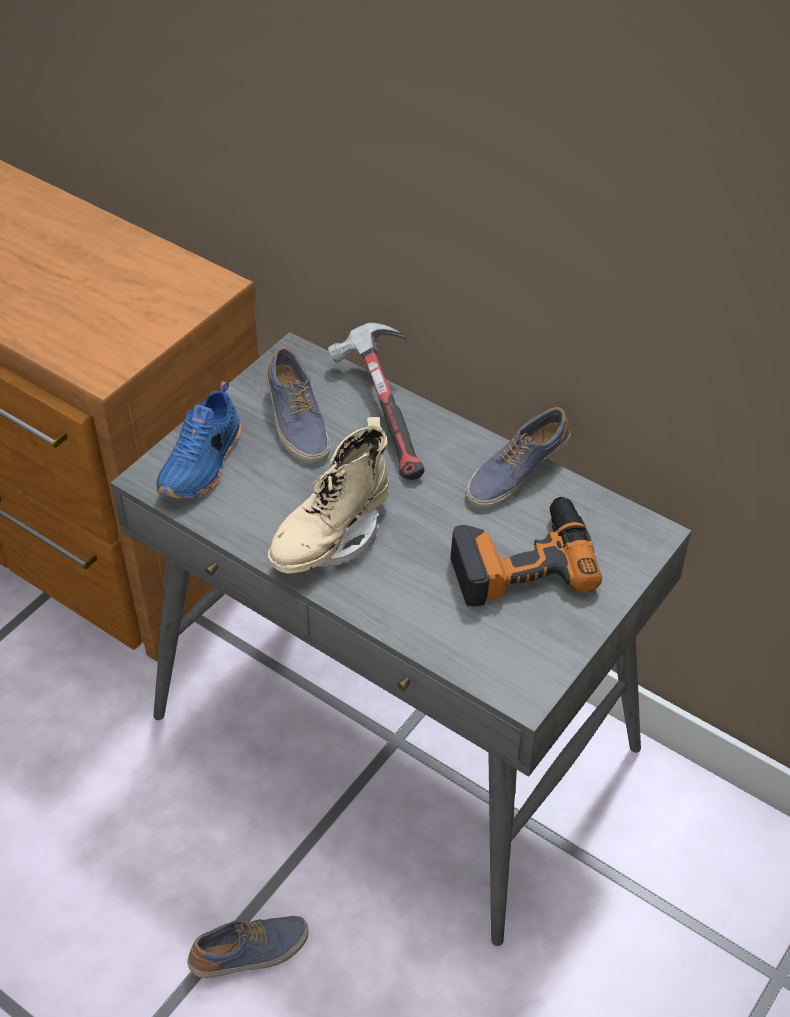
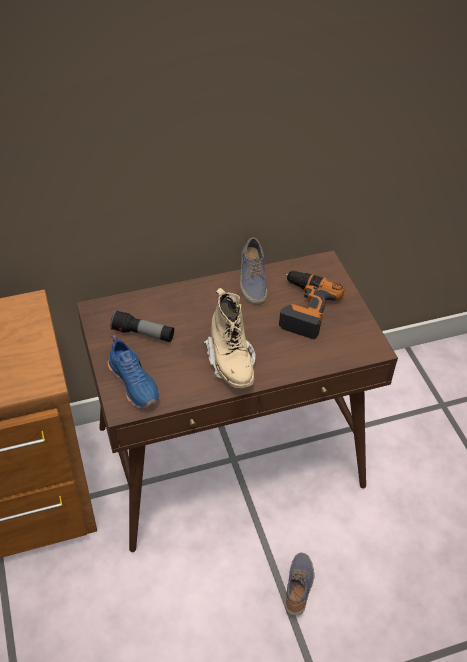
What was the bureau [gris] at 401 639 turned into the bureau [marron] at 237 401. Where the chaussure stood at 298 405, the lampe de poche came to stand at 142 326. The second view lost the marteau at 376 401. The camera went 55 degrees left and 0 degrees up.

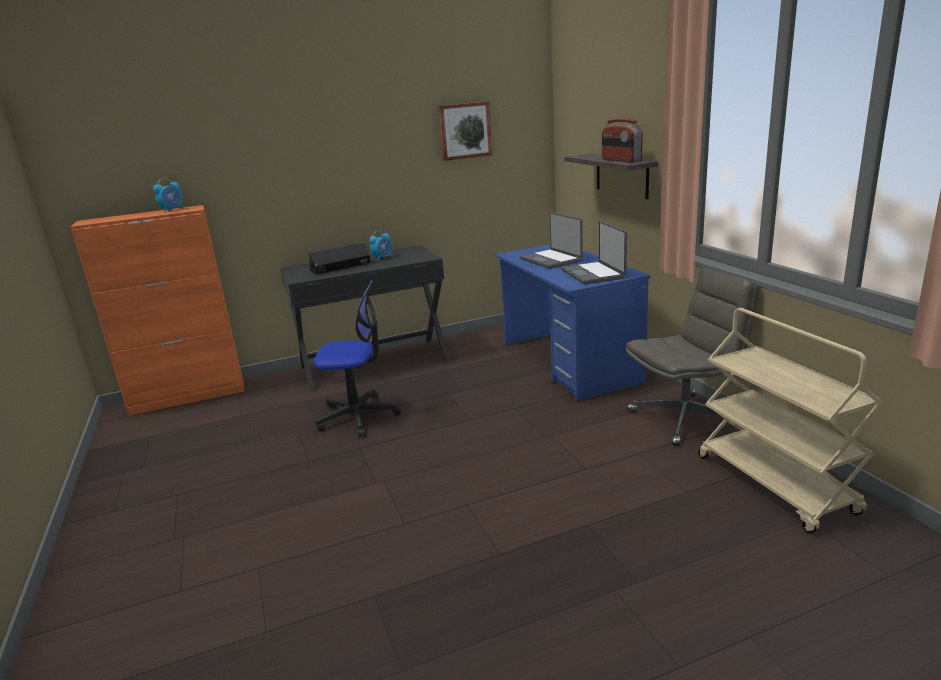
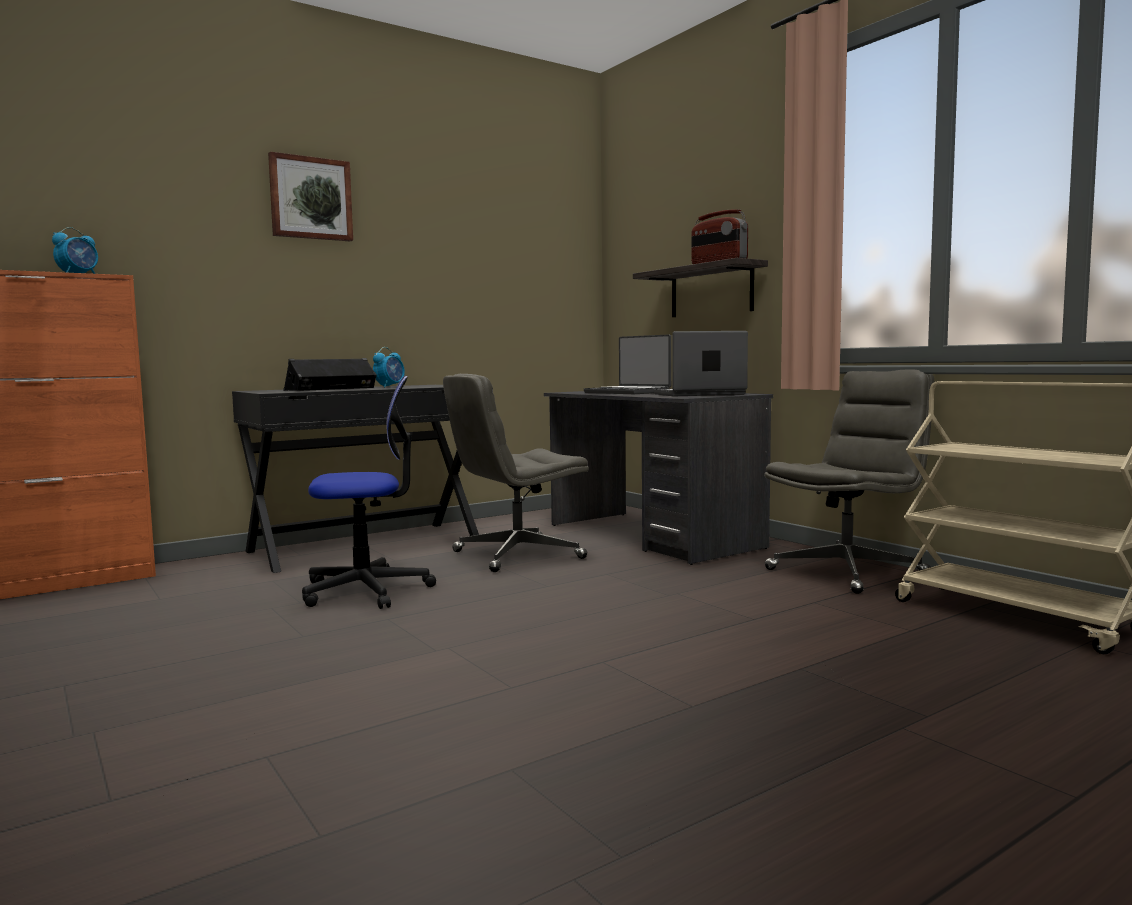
The tableau ended up elsewhere, having gone from 465 131 to 310 196. What was the bureau [bleu] at 573 323 turned into the bureau [gris] at 658 478. The ordinateur portable at 594 253 ended up facing another way, 105 degrees clockwise from before. The second view gained the chaise de bureau [gris] at 516 473. The camera went 15 degrees left and 15 degrees down.

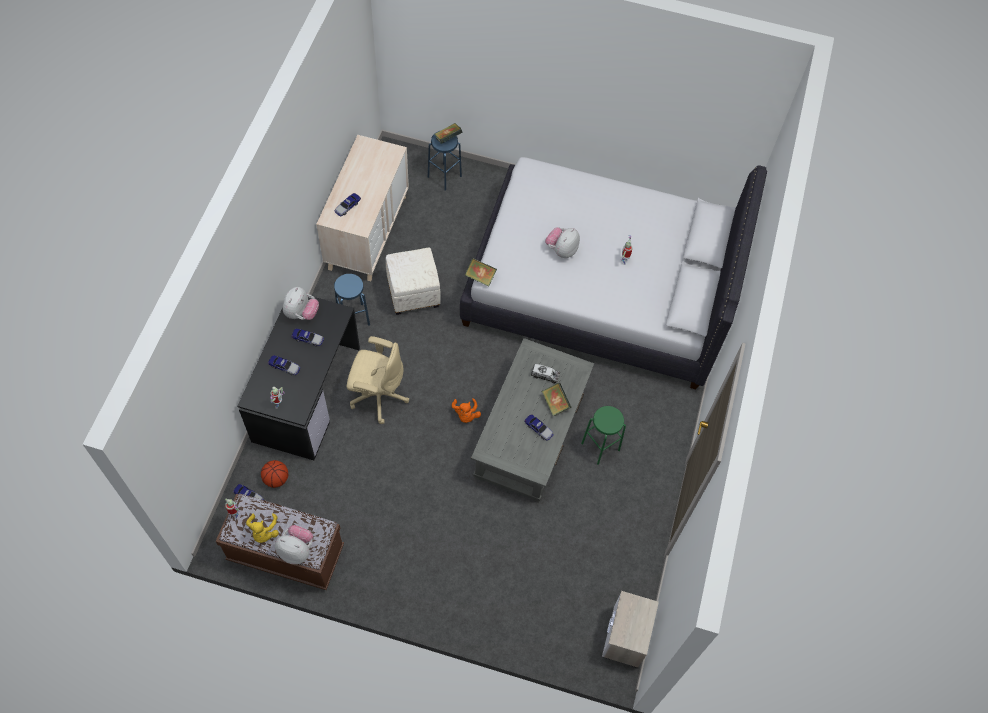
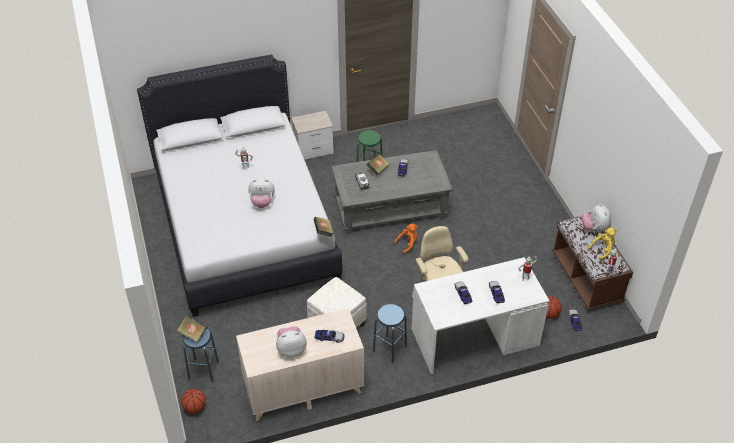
What was the bureau [noir] at 299 378 turned into the bureau [blanc] at 480 315. The peluche ended up elsewhere, having gone from 301 303 to 291 342. The table de chevet ended up elsewhere, having gone from 630 629 to 312 135. The second view gained the ballon de basket at 193 401. The camera went 120 degrees left and 15 degrees down.

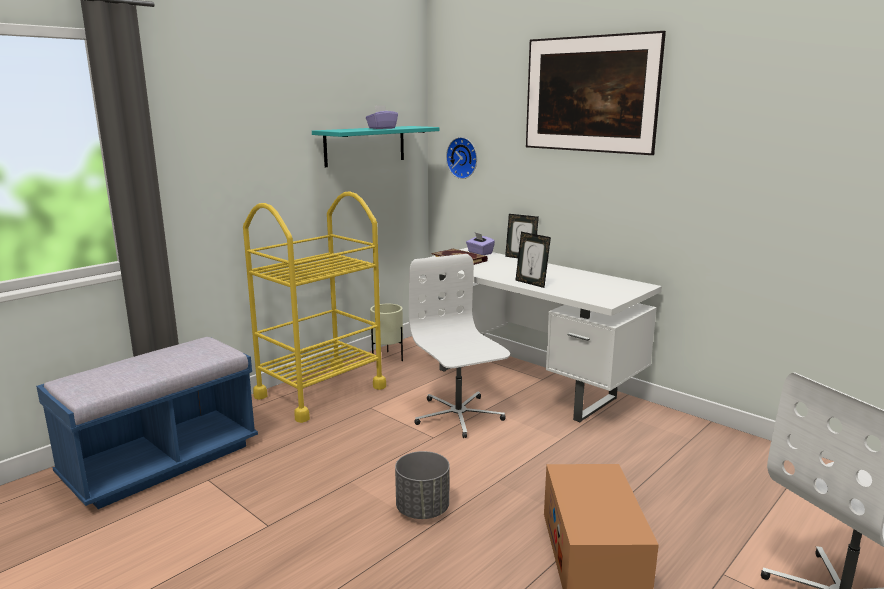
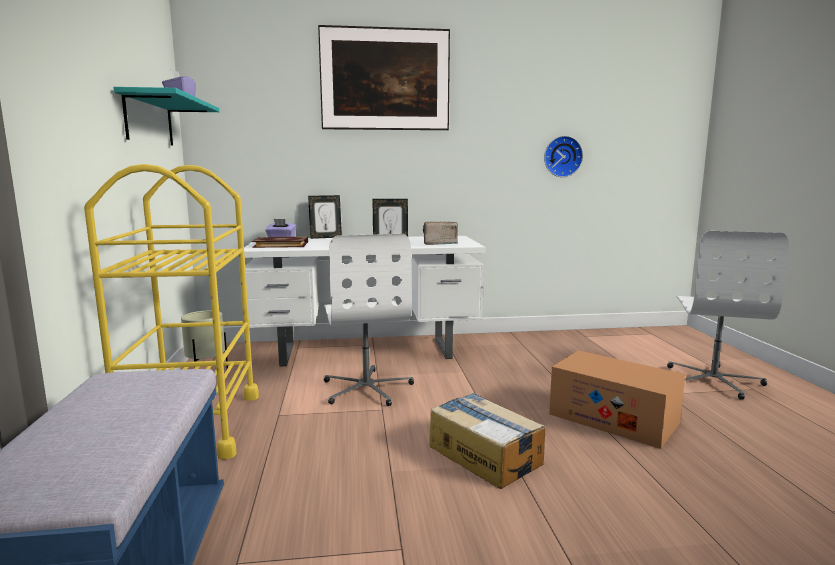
Where the cache-pot [gris] stood at 422 485, the carton came to stand at 487 441. The chaise de bureau [blanc] at 459 346 ended up facing another way, 120 degrees counterclockwise from before. The horloge murale ended up elsewhere, having gone from 461 158 to 563 156. The second view gained the radio at 440 233. The camera went 50 degrees left and 5 degrees down.

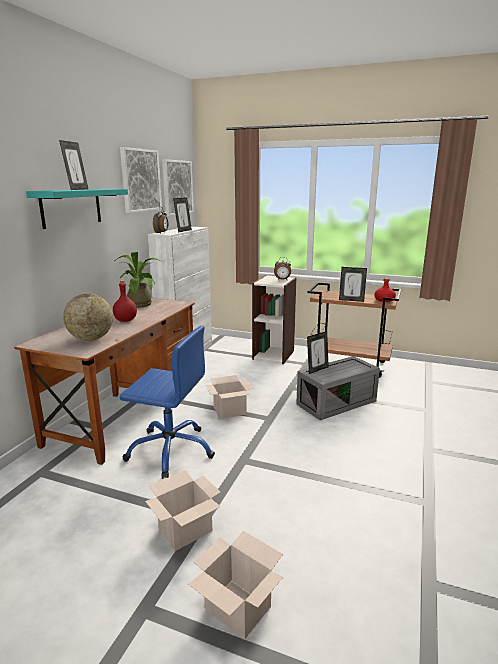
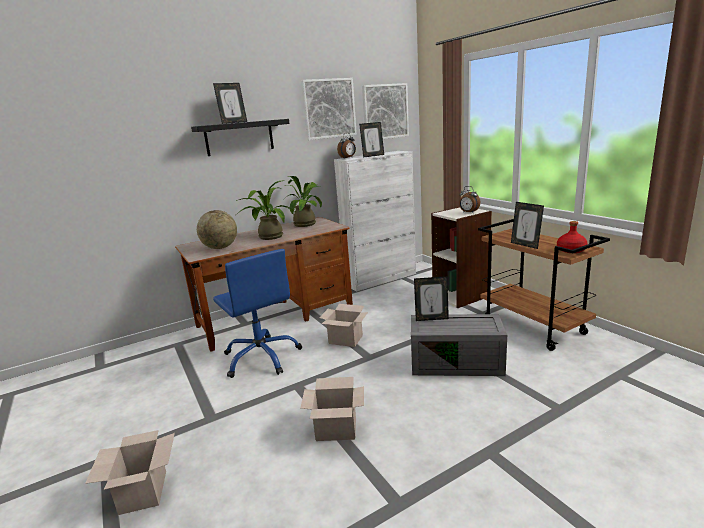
What was the étagère [turquoise] at 77 209 turned into the étagère [noir] at 240 137. Where the bouteille [rouge] stood at 125 301, the plante en pot came to stand at 266 210. The carton ended up elsewhere, having gone from 183 510 to 332 409. The camera went 40 degrees right and 0 degrees up.

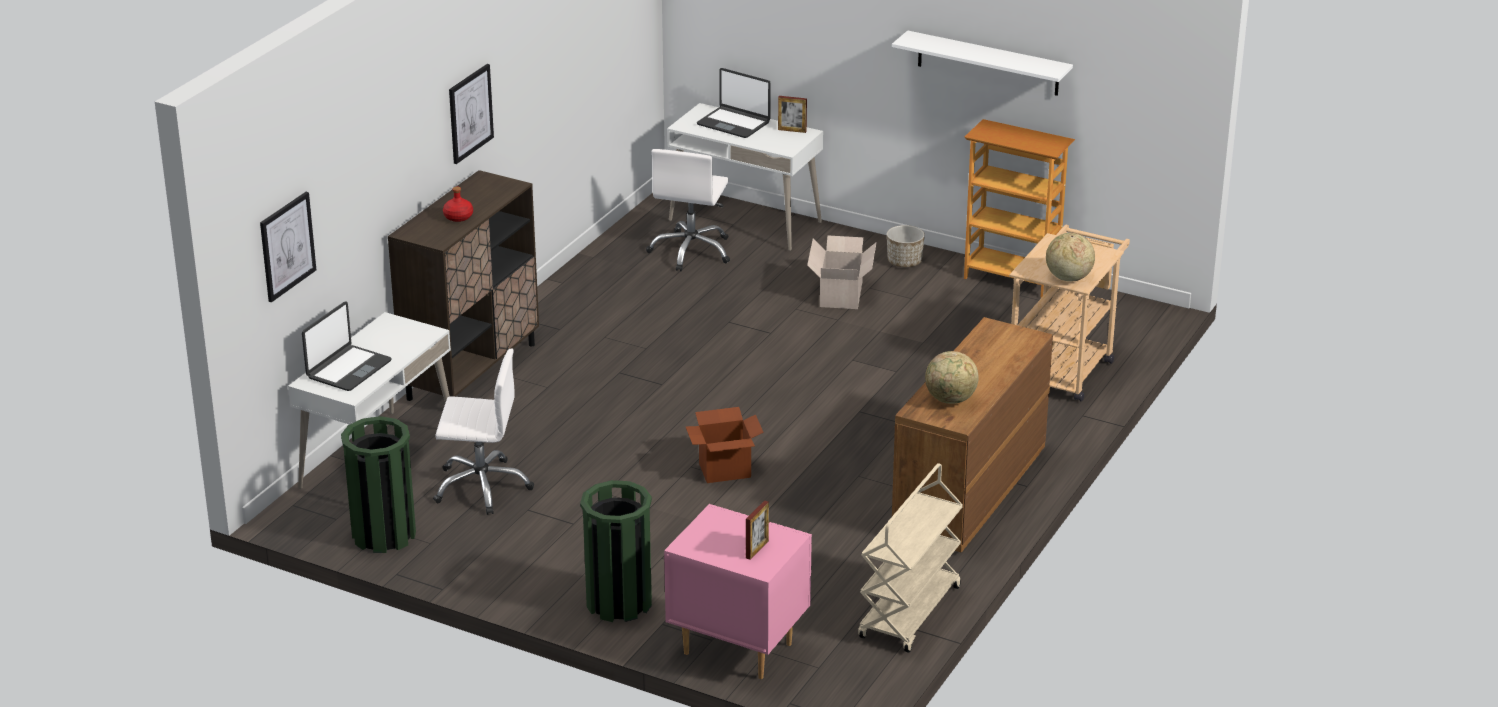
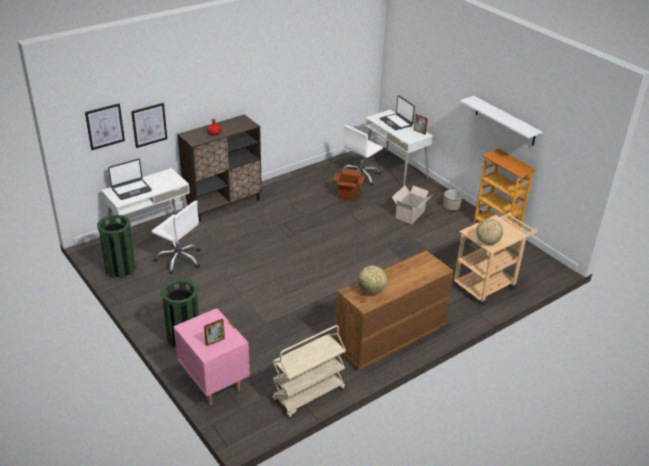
The tableau ended up elsewhere, having gone from 471 114 to 149 125. The carton ended up elsewhere, having gone from 724 445 to 349 184. The camera went 25 degrees right and 5 degrees up.

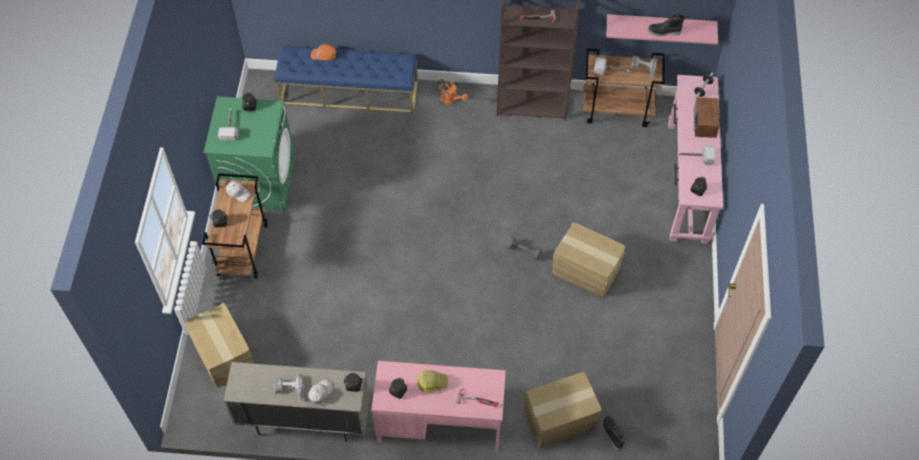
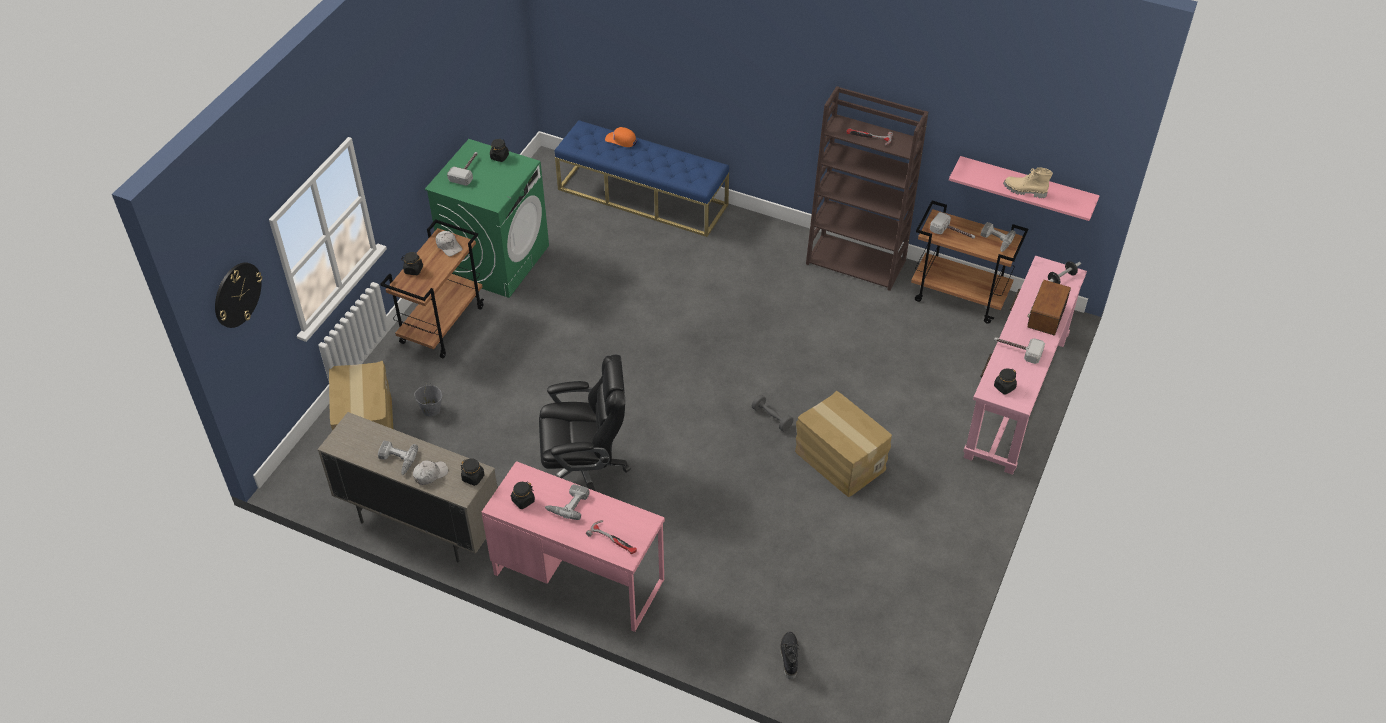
Where the casque de chantier stood at 432 381, the perceuse came to stand at 567 502. The second view lost the arrosoir [orange] at 453 92. The second view lost the carton at 563 410. What was the botte [noir] at 666 25 turned into the botte [beige] at 1028 182. The second view gained the horloge murale at 238 295. The second view gained the seau [gris] at 428 399. The second view gained the chaise de bureau [noir] at 585 423. The camera went 20 degrees right and 10 degrees down.

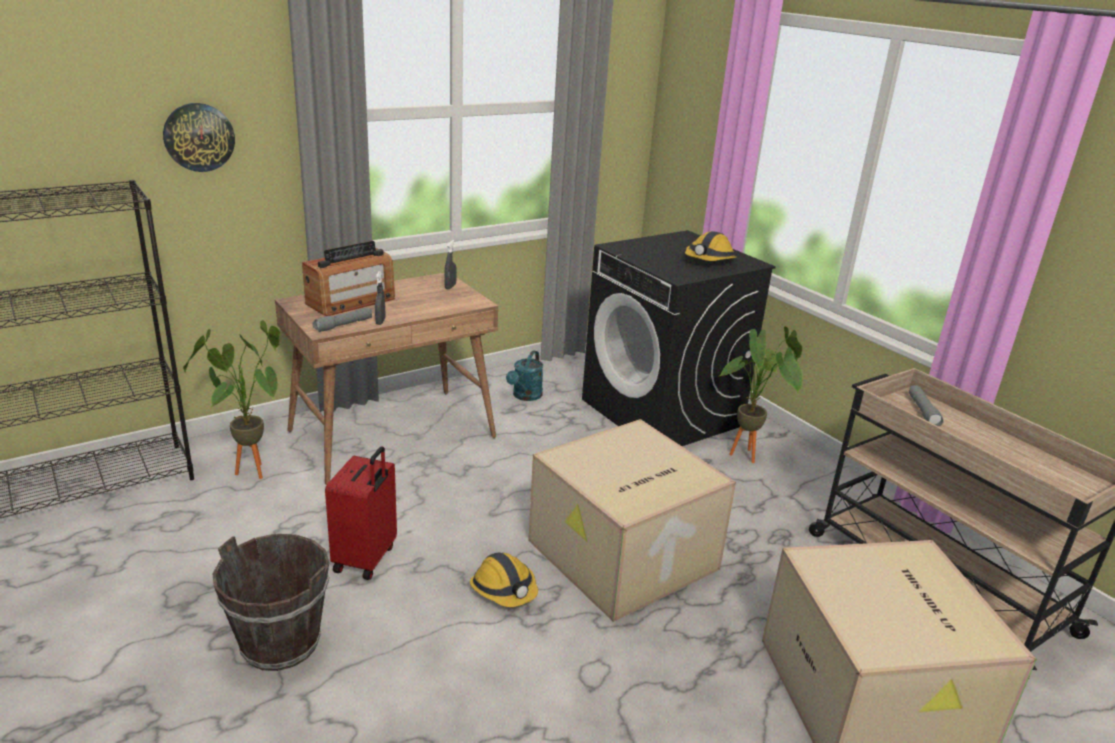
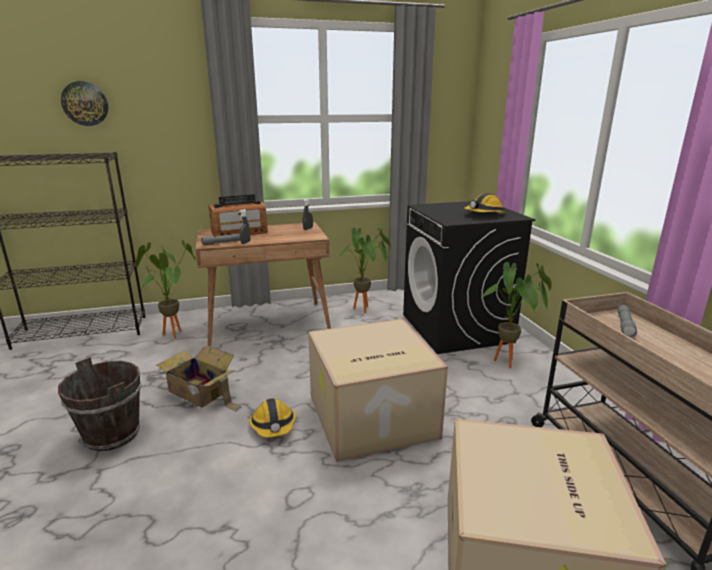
The horloge murale ended up elsewhere, having gone from 199 137 to 84 103. Where the valise [rouge] stood at 361 513, the carton came to stand at 199 379. Where the arrosoir [turquoise] stood at 524 375, the plante en pot came to stand at 365 270. The camera went 20 degrees right and 5 degrees down.

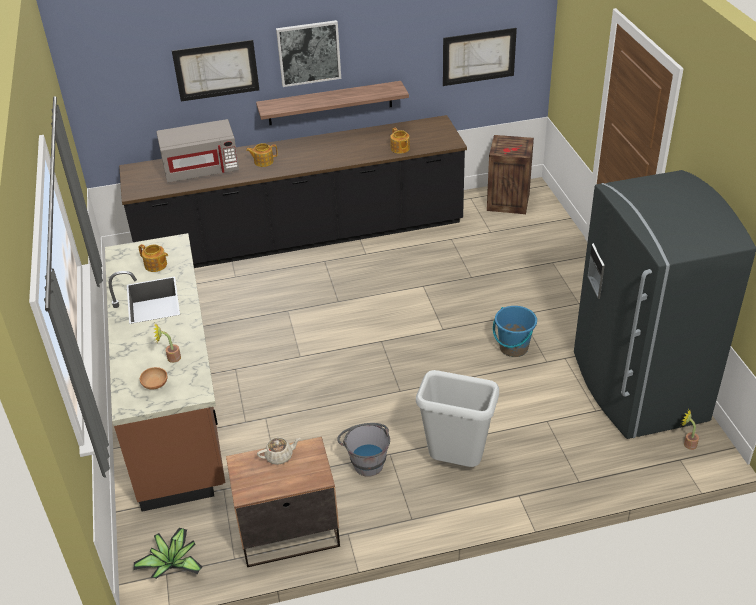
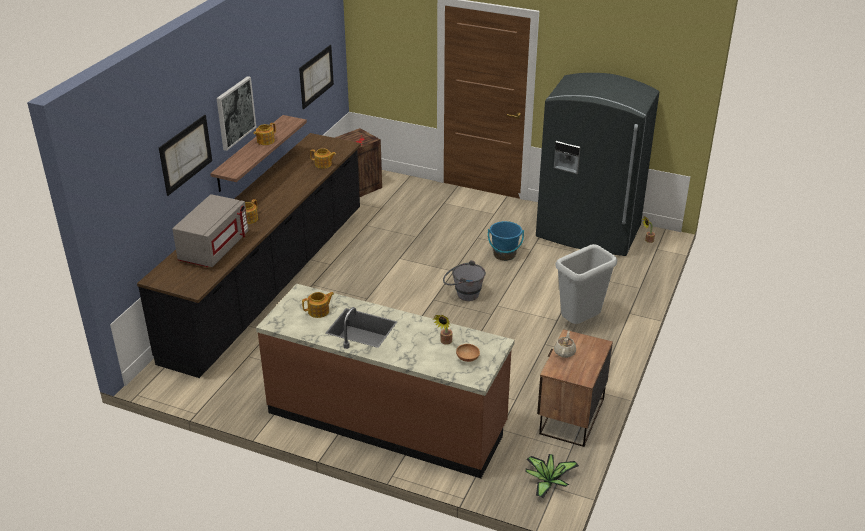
The seau [gris] ended up elsewhere, having gone from 363 450 to 464 280. The second view gained the théière at 264 134. The camera went 55 degrees left and 5 degrees down.

